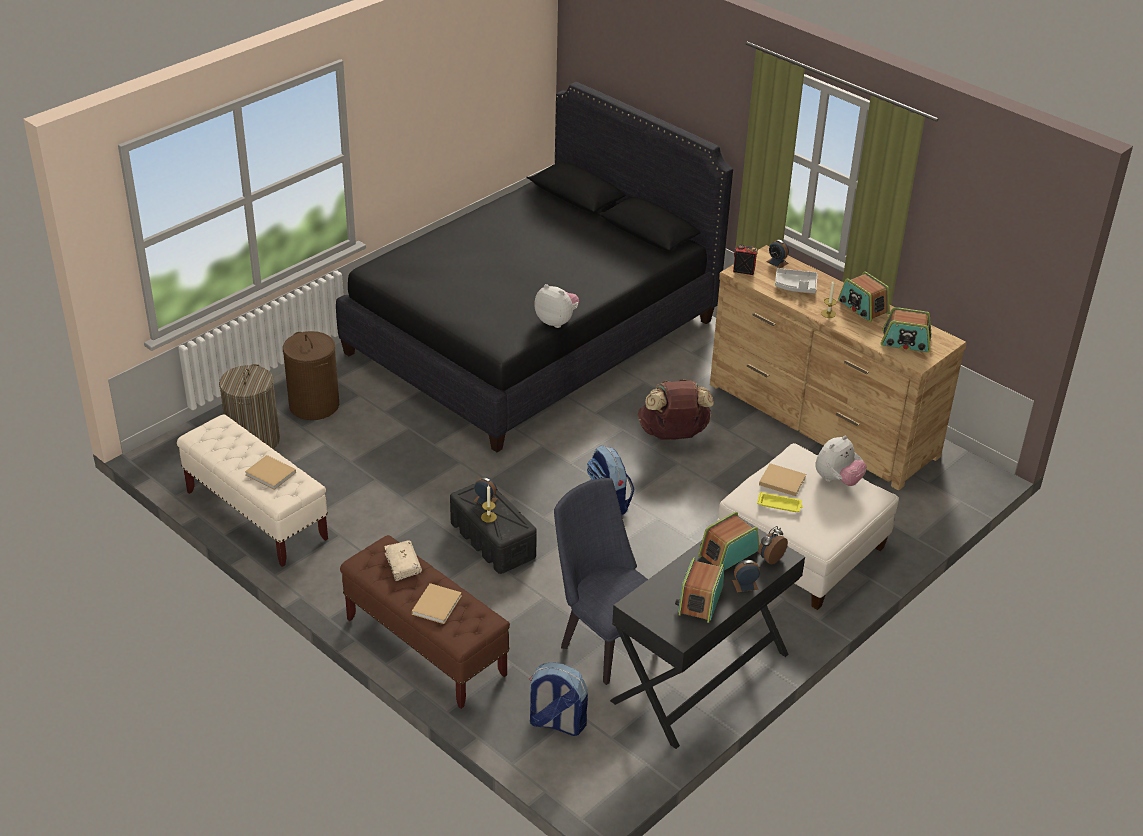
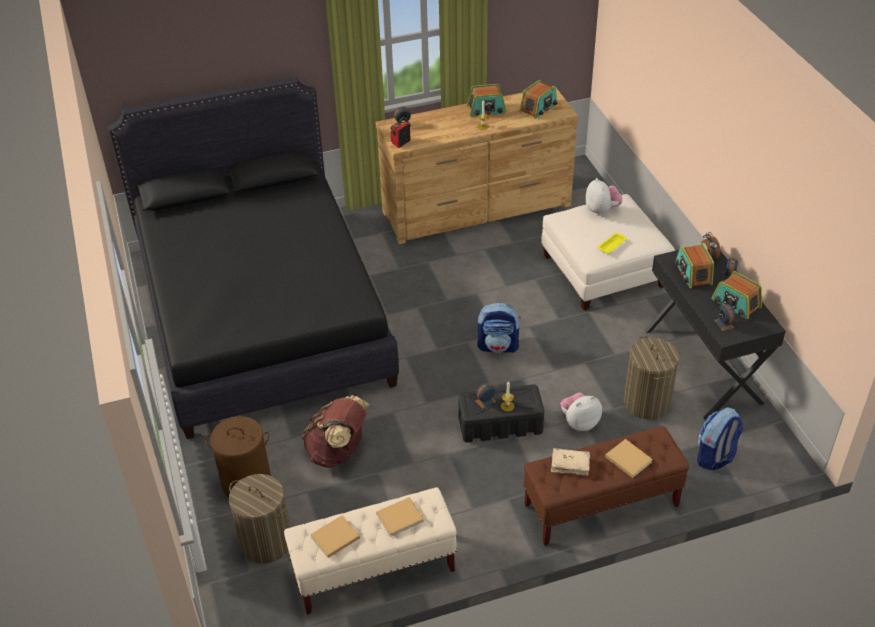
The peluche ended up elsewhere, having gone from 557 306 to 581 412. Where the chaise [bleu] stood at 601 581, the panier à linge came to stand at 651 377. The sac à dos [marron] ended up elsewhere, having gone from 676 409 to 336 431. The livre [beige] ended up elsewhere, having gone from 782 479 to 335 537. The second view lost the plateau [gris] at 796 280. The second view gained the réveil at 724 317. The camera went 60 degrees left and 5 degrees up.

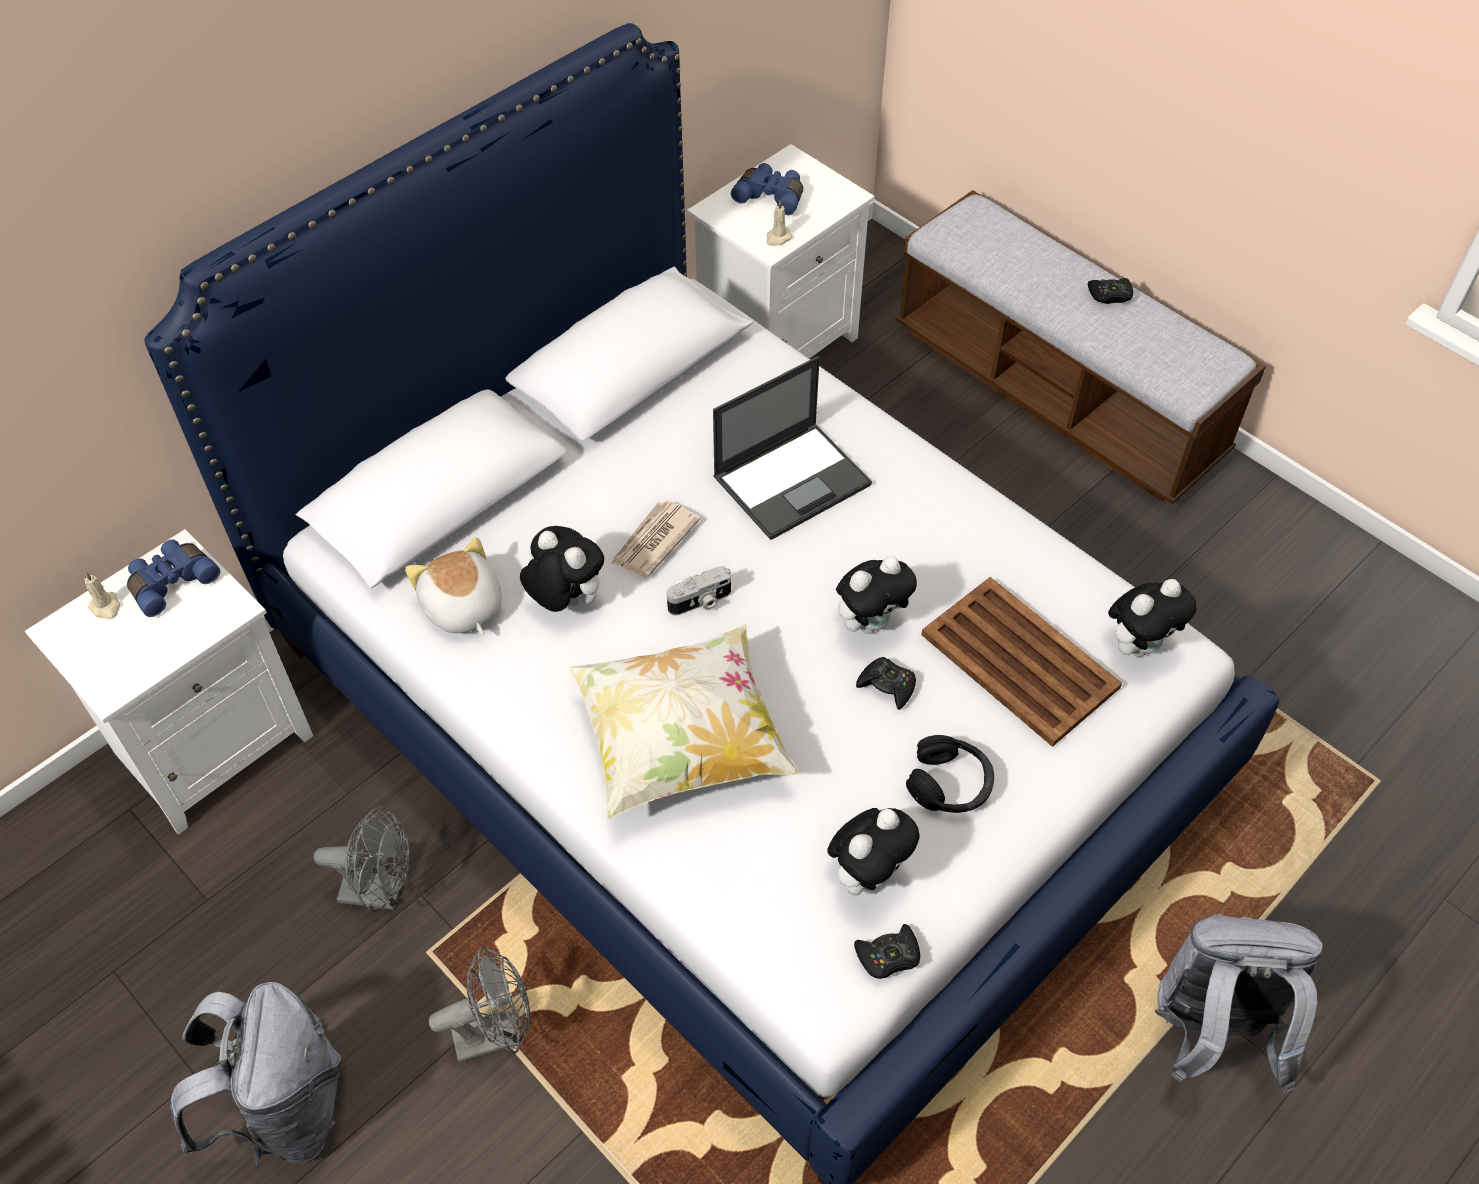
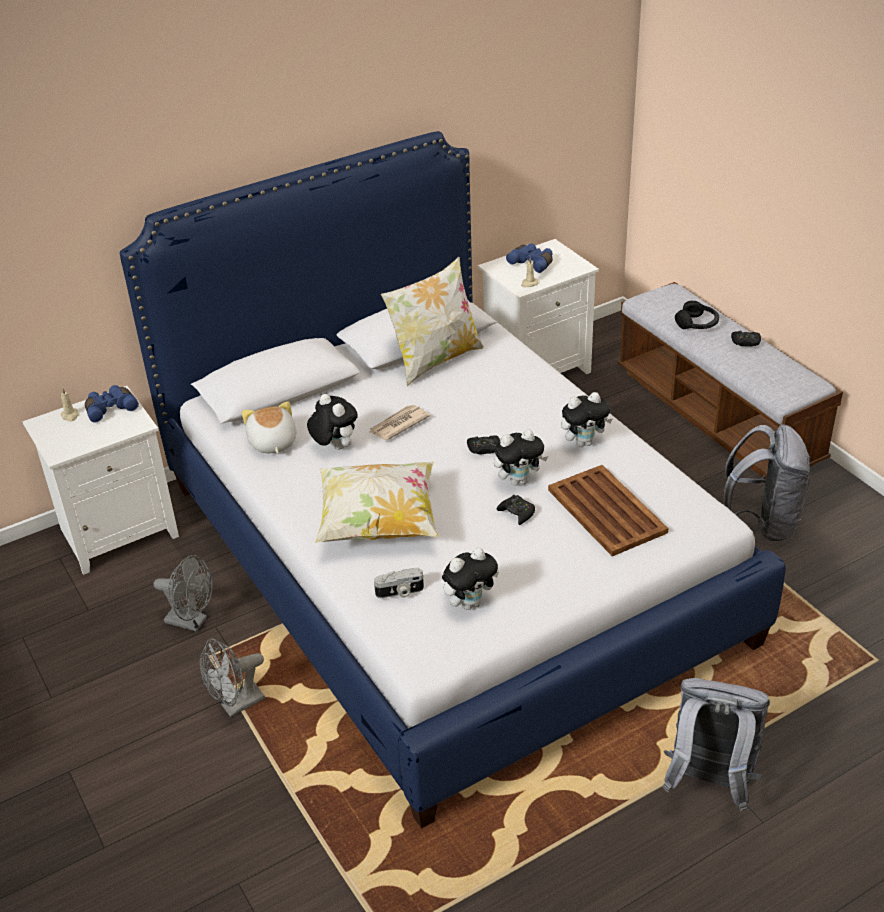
The sac à dos [gris] ended up elsewhere, having gone from 256 1075 to 767 483. The ventilateur [gris] at 479 1004 ended up facing another way, 150 degrees clockwise from before. The appareil photo ended up elsewhere, having gone from 699 590 to 399 583. The second view lost the ordinateur portable at 792 448. The manette [noir] ended up elsewhere, having gone from 887 951 to 483 445. The casque audio [noir] ended up elsewhere, having gone from 950 774 to 697 315. The peluche ended up elsewhere, having gone from 1152 618 to 587 419. The second view gained the coussin at 432 321. The camera went 15 degrees right and 15 degrees down.

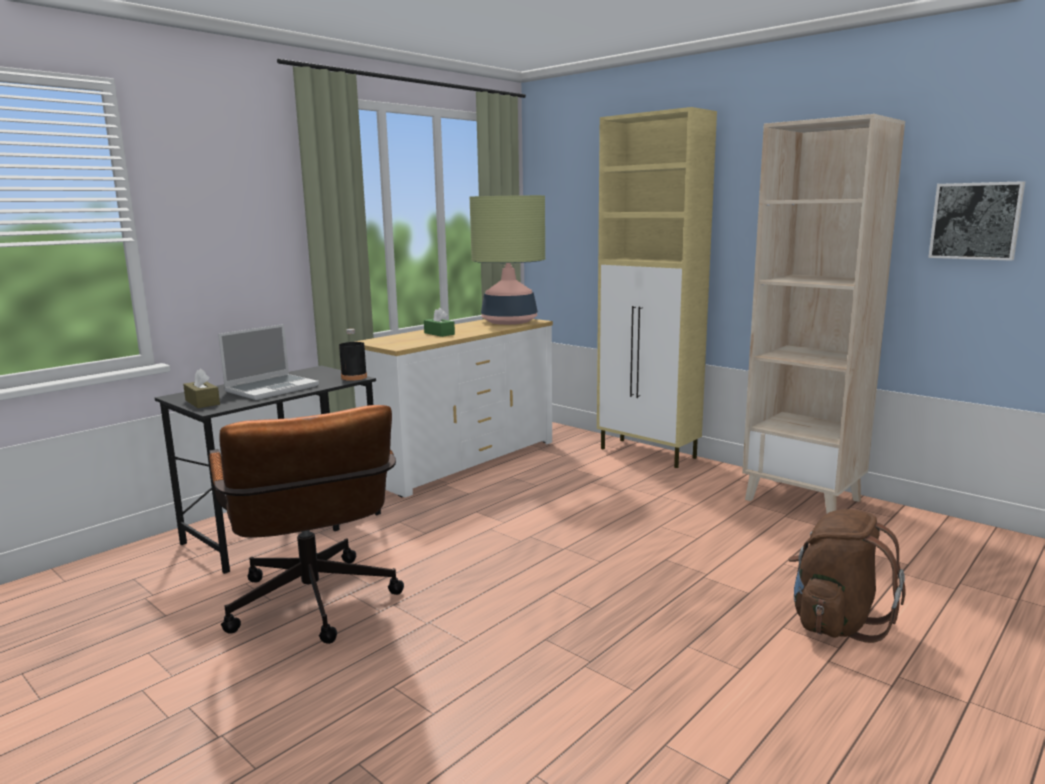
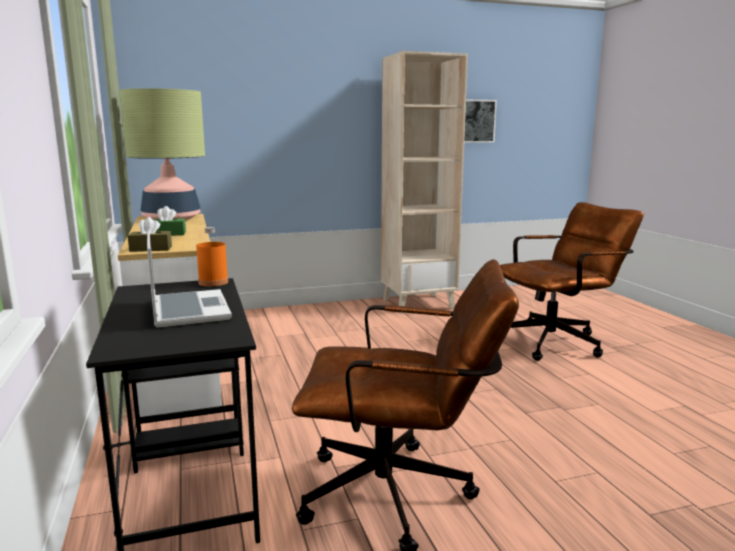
The boîte à mouchoirs [marron] ended up elsewhere, having gone from 201 388 to 150 234. What was the bouteille [noir] at 353 355 turned into the bouteille [orange] at 212 257. The second view lost the meuble de rangement [beige] at 657 287. Where the sac à dos [marron] stood at 847 576, the chaise de bureau [marron] came to stand at 572 281. The camera went 60 degrees left and 0 degrees up.

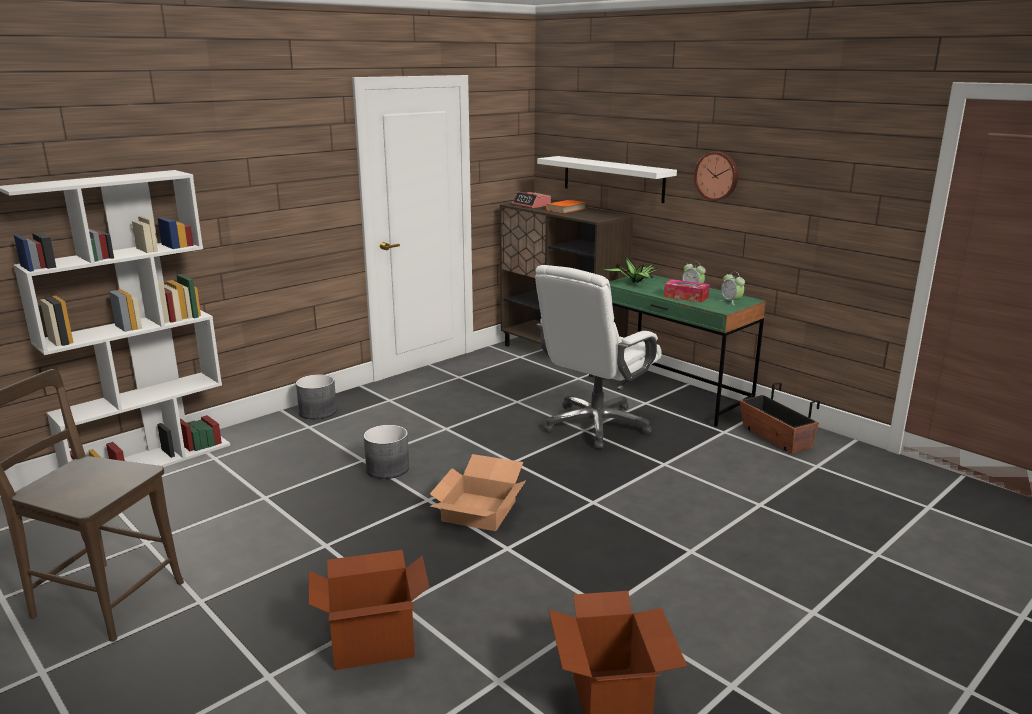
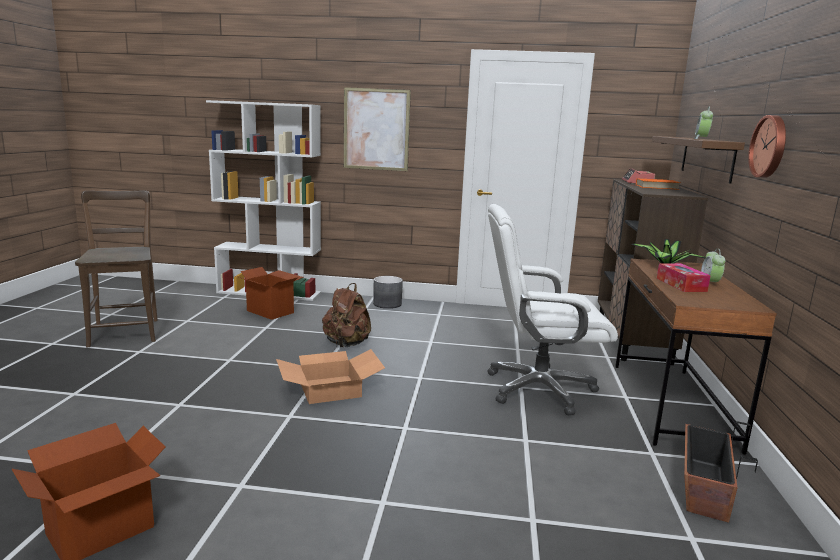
The carton ended up elsewhere, having gone from 369 610 to 270 293. Where the cache-pot [gris] stood at 386 452, the sac à dos [marron] came to stand at 346 315. What was the étagère [blanc] at 607 179 turned into the étagère [marron] at 698 160. What was the bureau [vert] at 687 350 turned into the bureau [marron] at 696 357. The réveil ended up elsewhere, having gone from 732 289 to 703 123. The second view gained the tableau at 377 129. The camera went 50 degrees right and 5 degrees down.

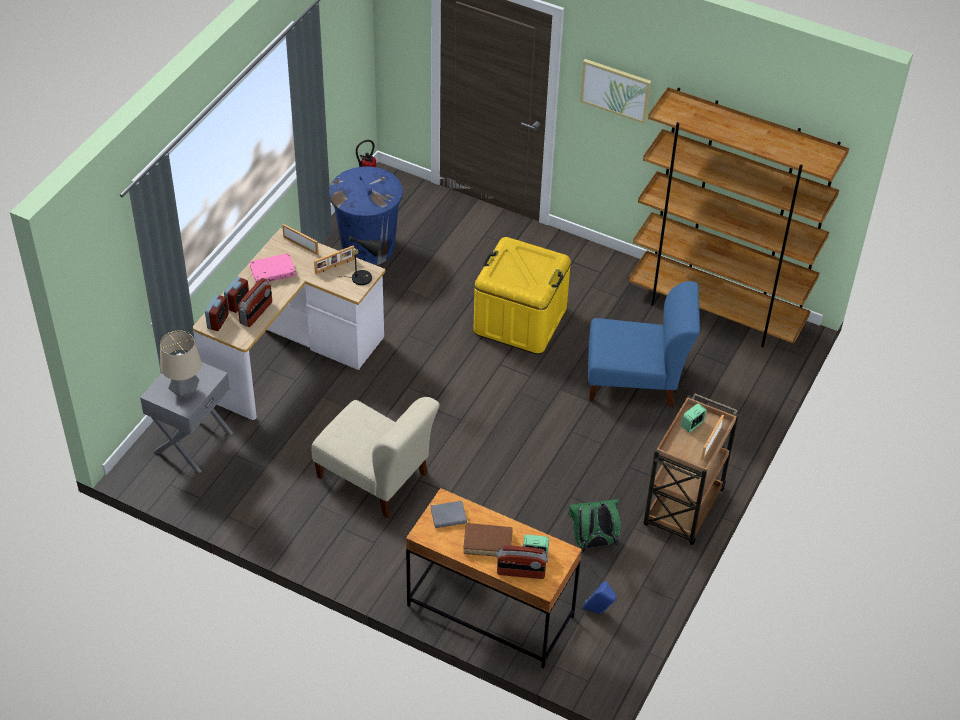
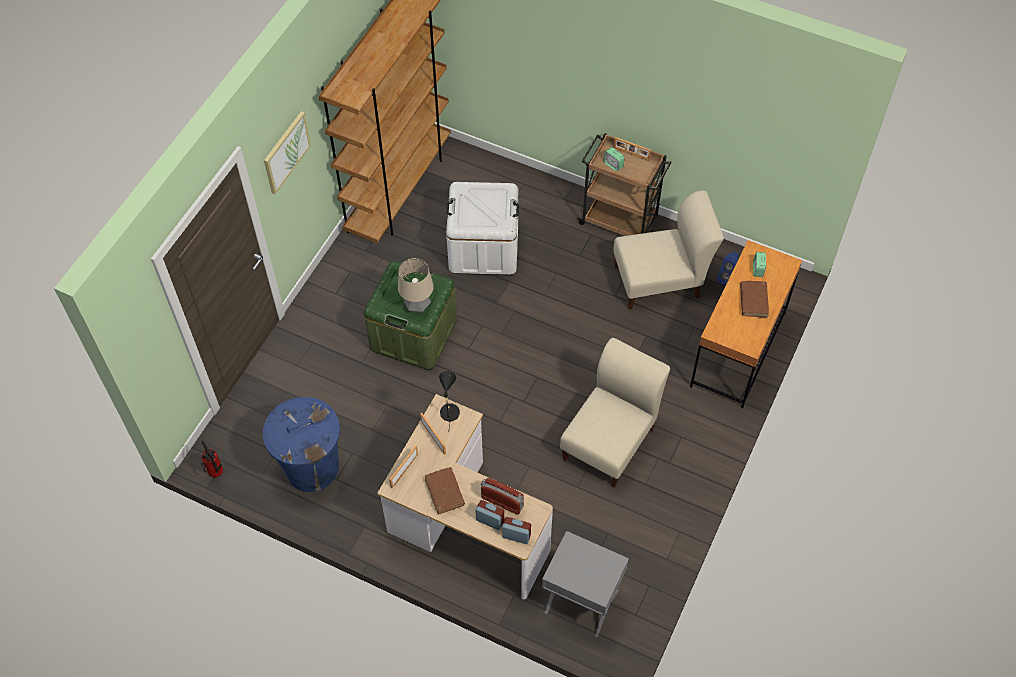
The lampe de table ended up elsewhere, having gone from 180 364 to 416 285. What was the livre [rose] at 272 268 turned into the livre [marron] at 445 490. The second view lost the livre [gris] at 449 514. What was the boîte de rangement [jaune] at 522 295 turned into the boîte de rangement [vert] at 410 315. The second view lost the radio at 522 562. Where the sac à dos [vert] stood at 594 525, the chaise [beige] came to stand at 668 250. Where the chaise [bleu] stood at 644 344, the boîte de rangement [blanc] came to stand at 482 228. The camera went 90 degrees left and 10 degrees up.

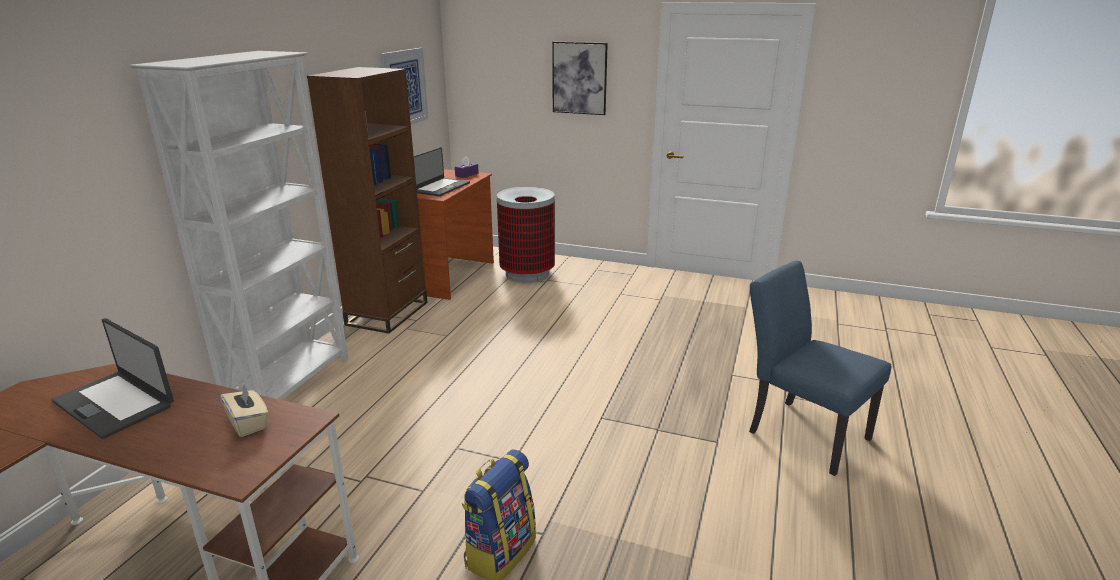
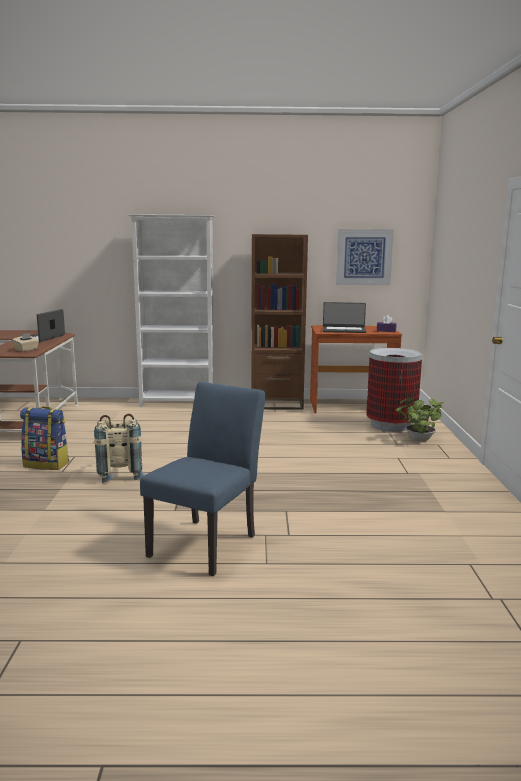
The second view lost the tableau at 580 78. The second view gained the sac à dos [beige] at 119 448. The second view gained the plante en pot at 419 419. The camera went 70 degrees right and 10 degrees down.

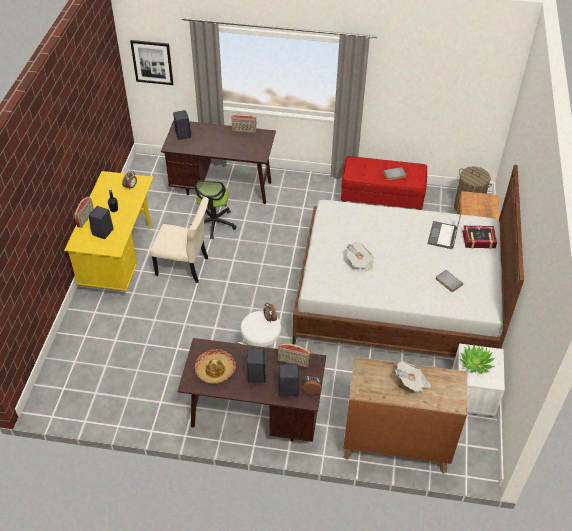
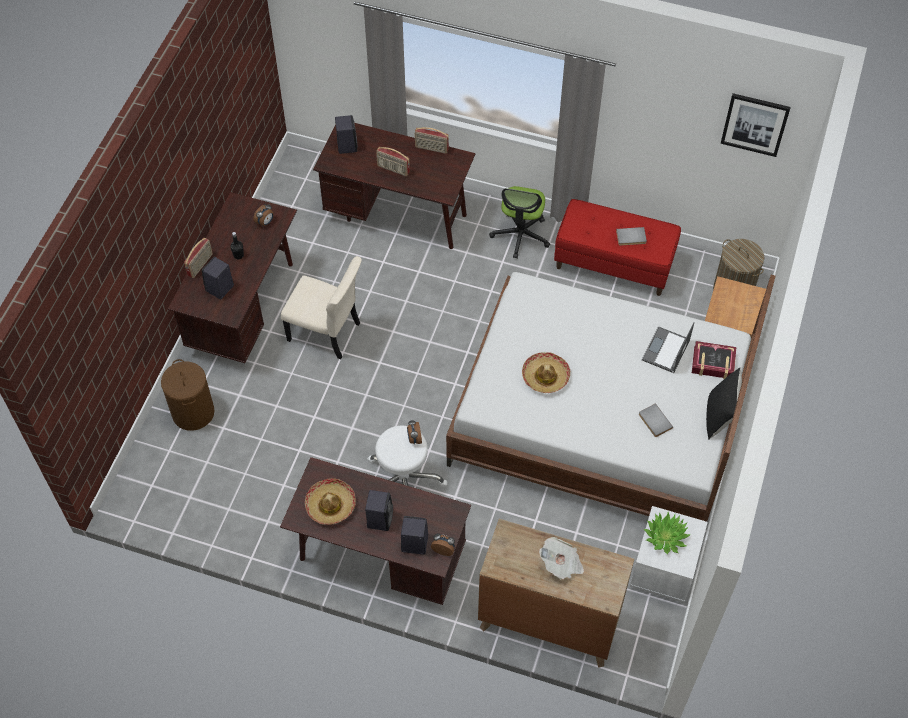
What was the bureau [jaune] at 109 231 turned into the bureau [marron] at 232 277. The tableau ended up elsewhere, having gone from 151 62 to 756 125. The chaise de bureau ended up elsewhere, having gone from 216 210 to 519 222. The radio ended up elsewhere, having gone from 294 355 to 393 161. Where the journal stood at 360 256, the chapeau came to stand at 546 372. The second view gained the panier à linge [marron] at 188 395. The second view gained the coussin [noir] at 724 403. The camera went 10 degrees right and 10 degrees up.

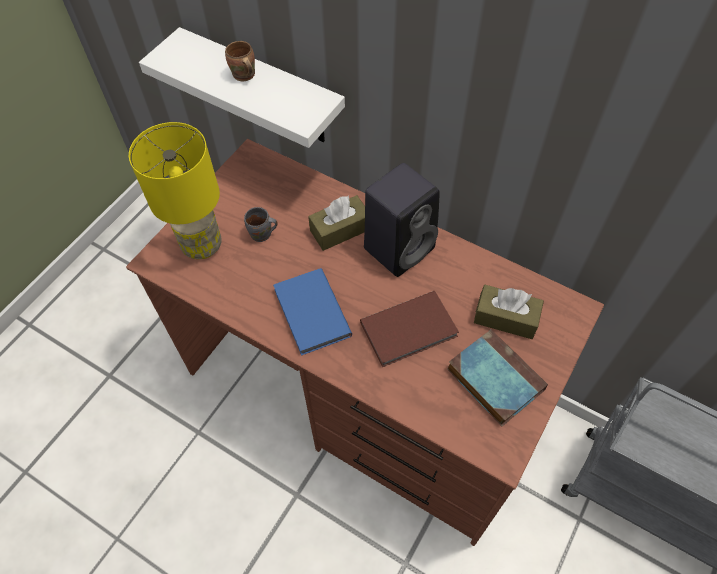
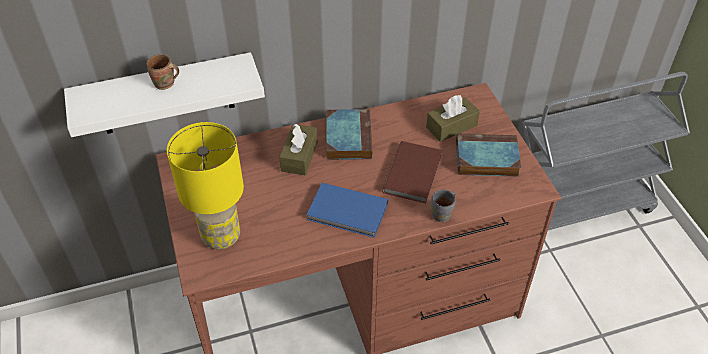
The mug [gris] ended up elsewhere, having gone from 261 224 to 443 205. Where the enceinte [noir] stood at 402 220, the livre came to stand at 349 134. The camera went 50 degrees left and 10 degrees down.

